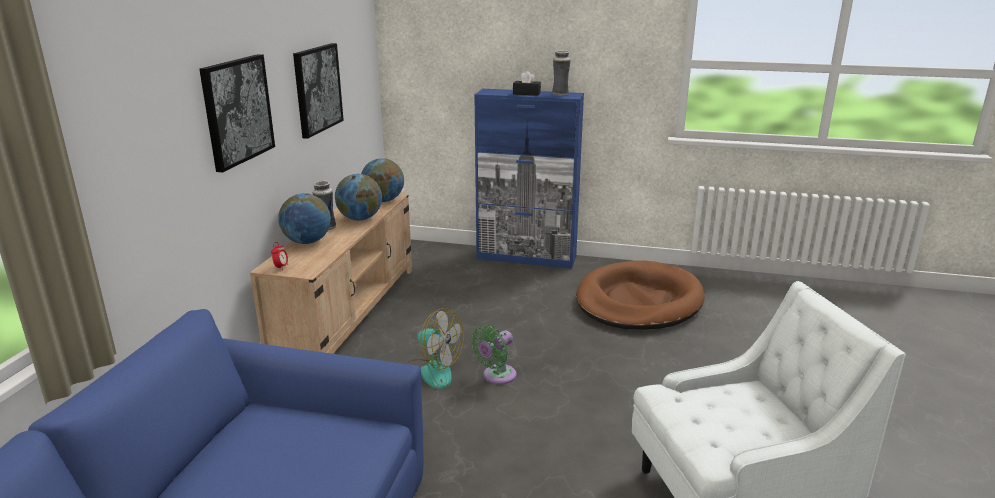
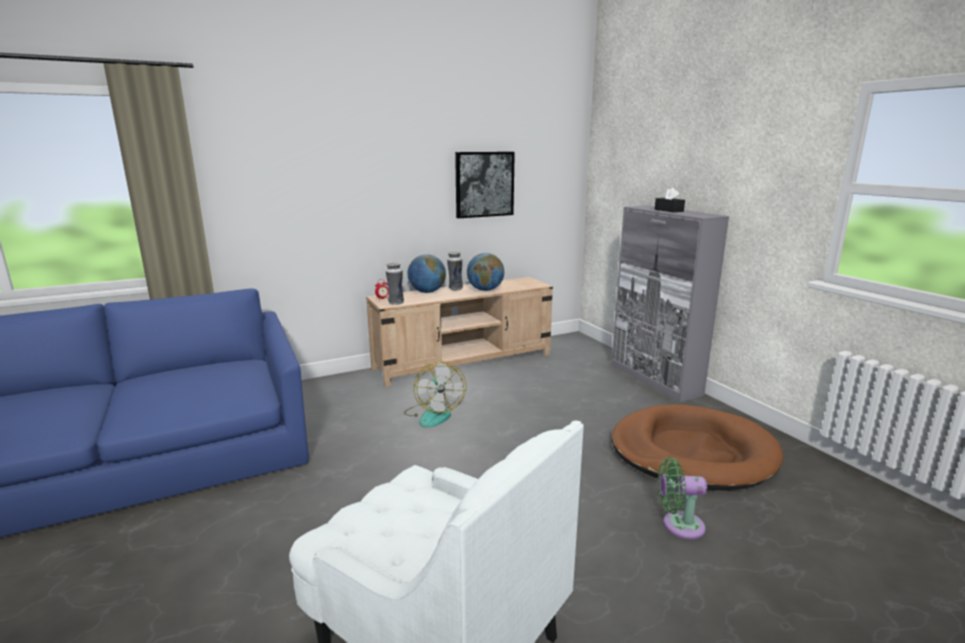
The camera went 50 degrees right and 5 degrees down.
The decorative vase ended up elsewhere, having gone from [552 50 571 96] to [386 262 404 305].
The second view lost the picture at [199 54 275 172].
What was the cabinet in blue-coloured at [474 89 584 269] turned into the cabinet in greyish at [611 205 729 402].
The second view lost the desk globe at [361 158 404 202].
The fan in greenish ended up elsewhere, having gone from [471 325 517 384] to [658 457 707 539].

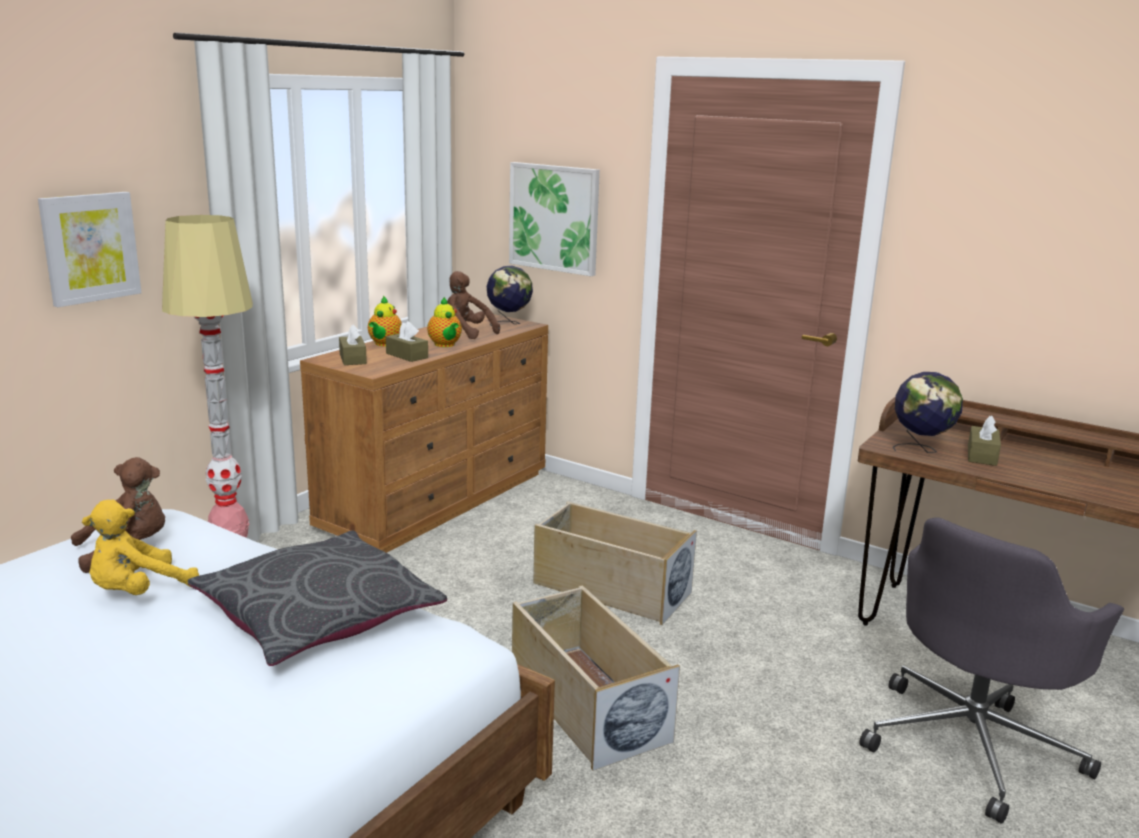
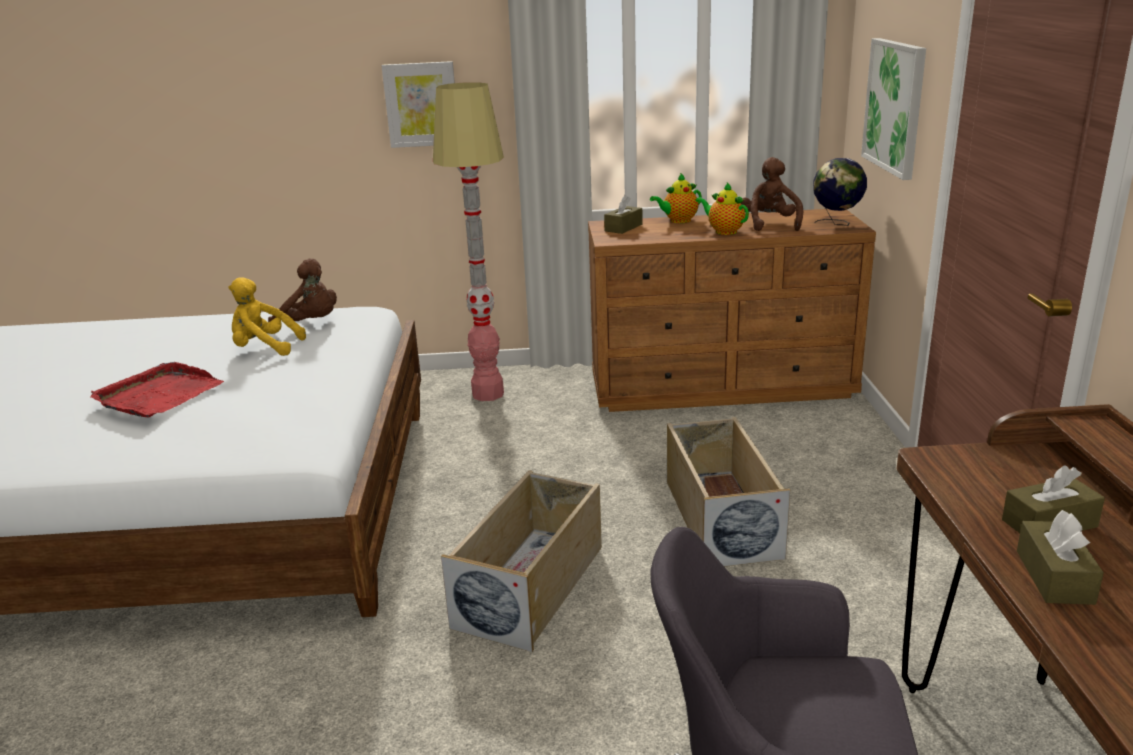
The camera went 55 degrees right and 5 degrees up.
The tea pot at [427 297 462 347] ended up facing another way, 105 degrees clockwise from before.
The box of tissues in brown ended up elsewhere, having gone from [386 321 428 362] to [1017 510 1104 605].
The second view lost the desk globe at [893 372 963 453].
The second view lost the pillow in greyish at [188 530 447 666].
The second view gained the carrying tray in reddish at [91 362 224 418].

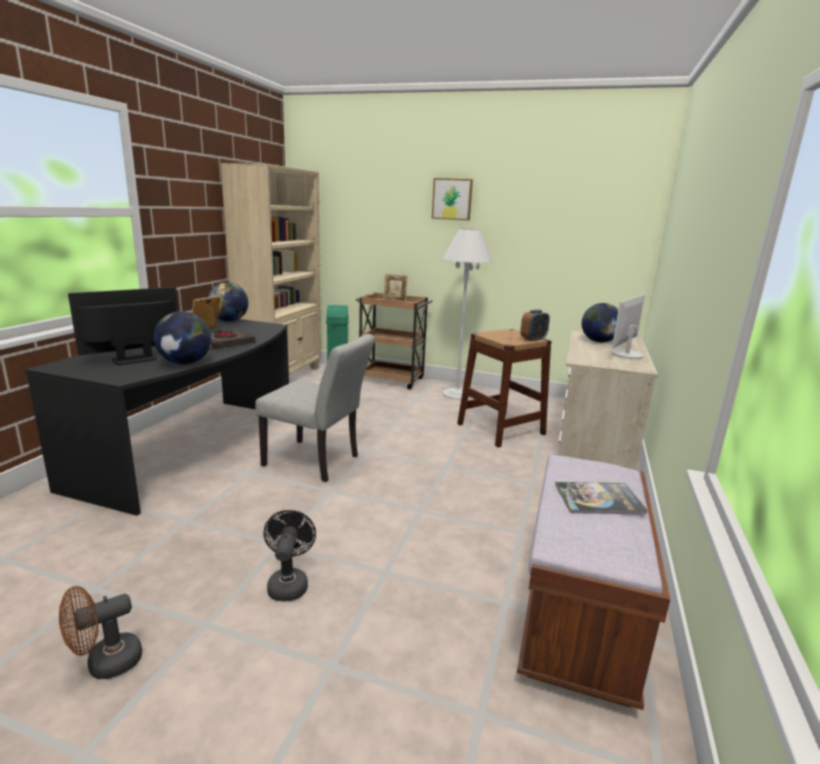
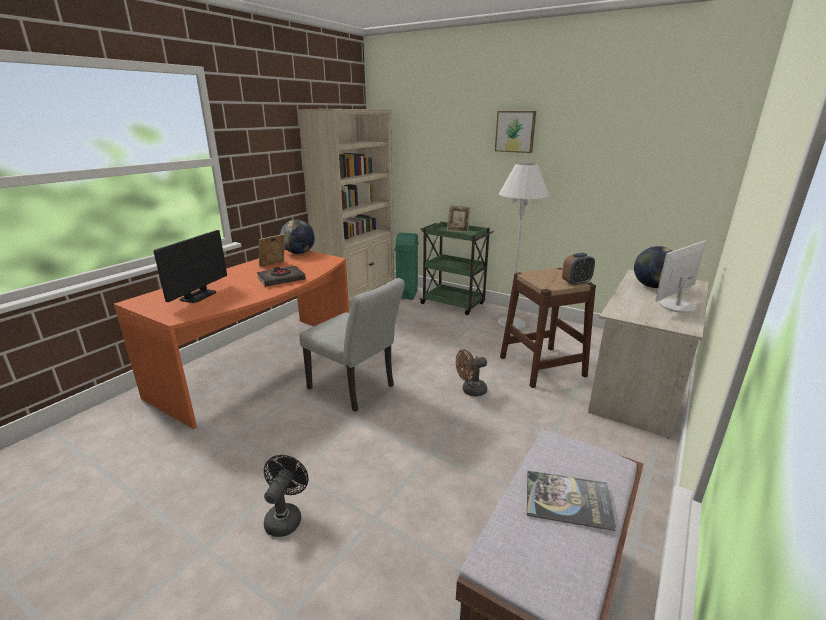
The camera went 15 degrees right and 5 degrees up.
The computer screen at [68 287 178 365] ended up facing another way, 135 degrees clockwise from before.
What was the trolley in brown at [355 292 433 389] turned into the trolley in greenish at [419 221 494 315].
The second view lost the desk globe at [154 311 211 364].
What was the desk unit in blackish at [25 319 289 516] turned into the desk unit in orangey at [114 250 349 429].
The fan in brown ended up elsewhere, having gone from [59 586 142 679] to [456 349 487 397].

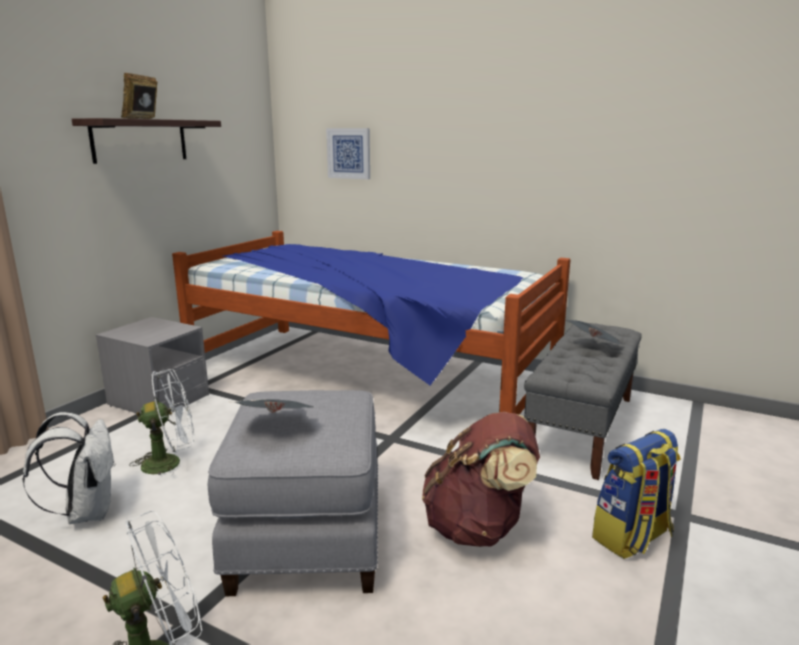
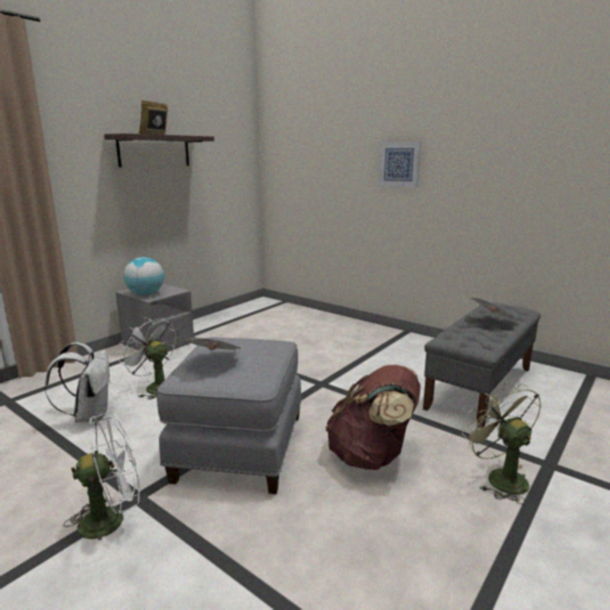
The camera went 10 degrees right and 0 degrees up.
The picture ended up elsewhere, having gone from [326 128 370 179] to [378 141 421 187].
The second view lost the bedroom bed at [172 231 571 415].
The fan in whitish at [129 369 194 479] ended up facing another way, 135 degrees counterclockwise from before.
Where the knapsack stood at [592 429 681 559], the fan in greenish came to stand at [462 382 541 505].
The second view gained the desk globe at [124 257 164 295].

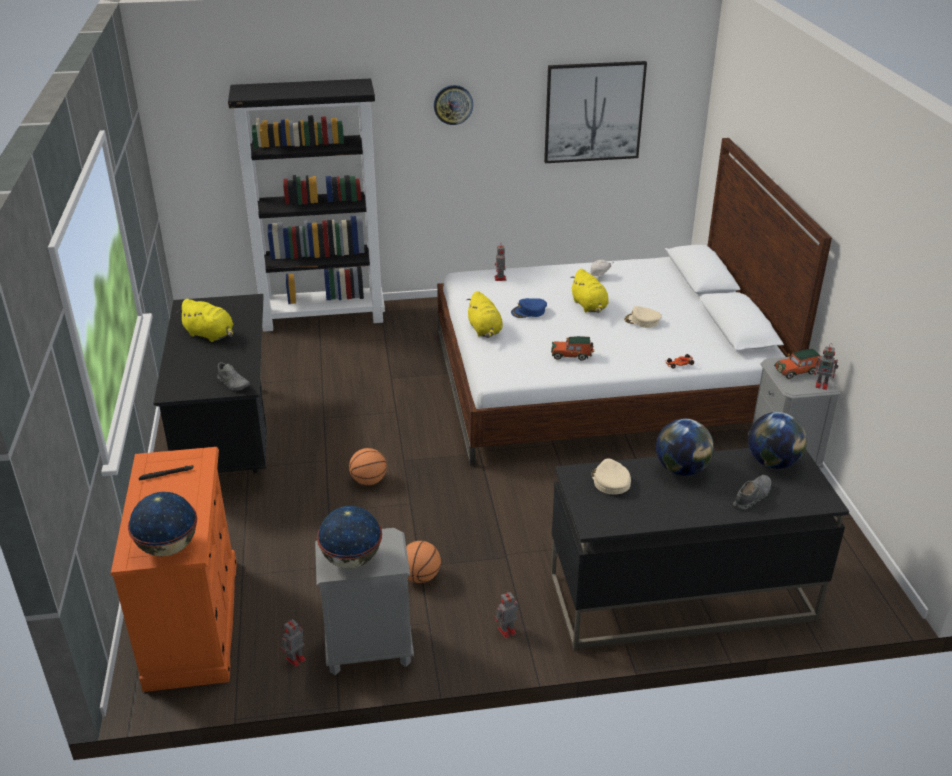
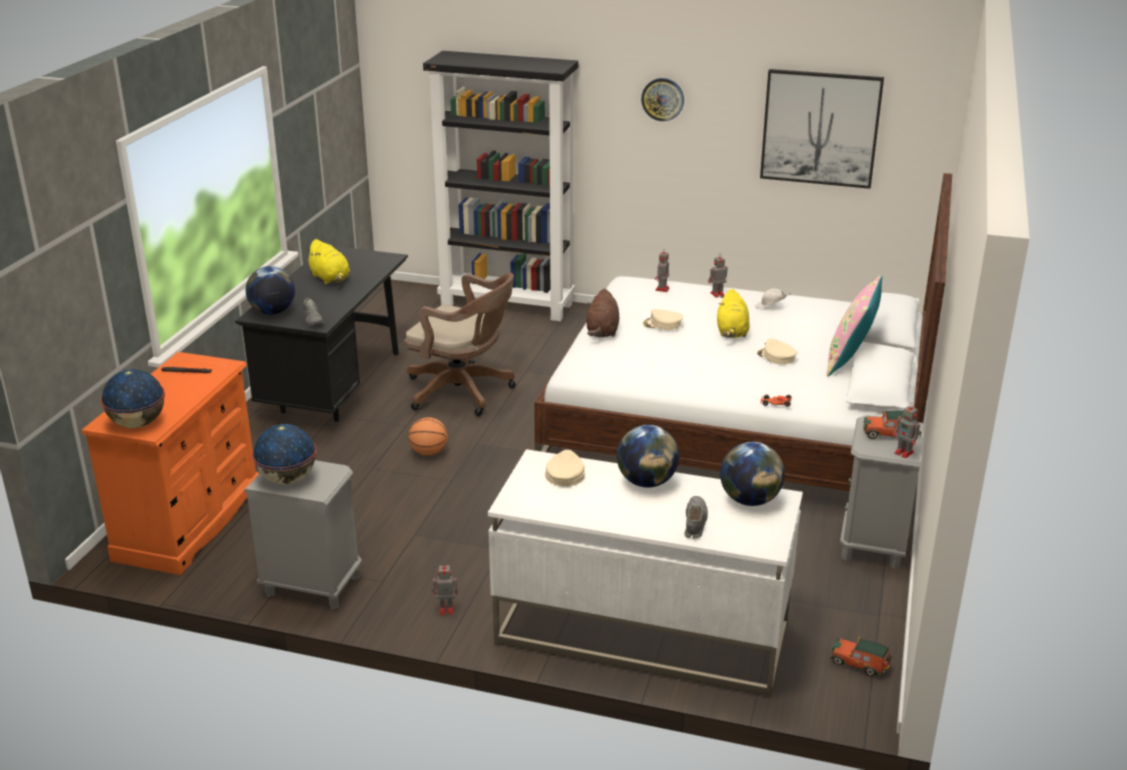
The camera went 25 degrees right and 5 degrees down.
What was the cuddly toy in yellowish at [467 291 503 338] turned into the cuddly toy in brown at [586 289 619 337].
What was the cap in blue-coloured at [511 298 547 318] turned into the cap in beige at [642 309 683 330].
The toy car ended up elsewhere, having gone from [551 336 594 361] to [830 638 892 676].
What was the desk unit in blackish at [551 448 849 650] turned into the desk unit in whitish at [488 449 803 698].
The item of footwear in greyish at [733 475 771 509] ended up facing another way, 60 degrees counterclockwise from before.
The second view lost the basketball at [406 541 441 583].
The toy robot ended up elsewhere, having gone from [281 619 306 667] to [708 253 728 297].
The second view gained the desk globe at [246 266 295 315].
The second view gained the office chair in brown at [404 273 516 416].
The second view gained the pillow in pinkish at [827 276 882 376].

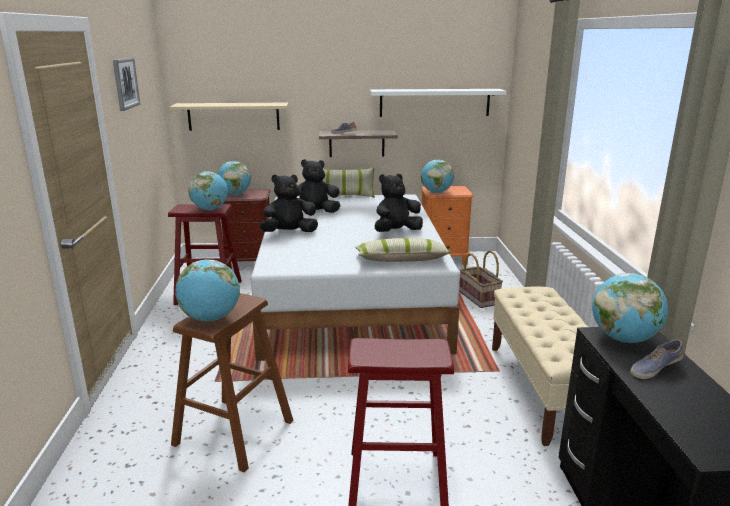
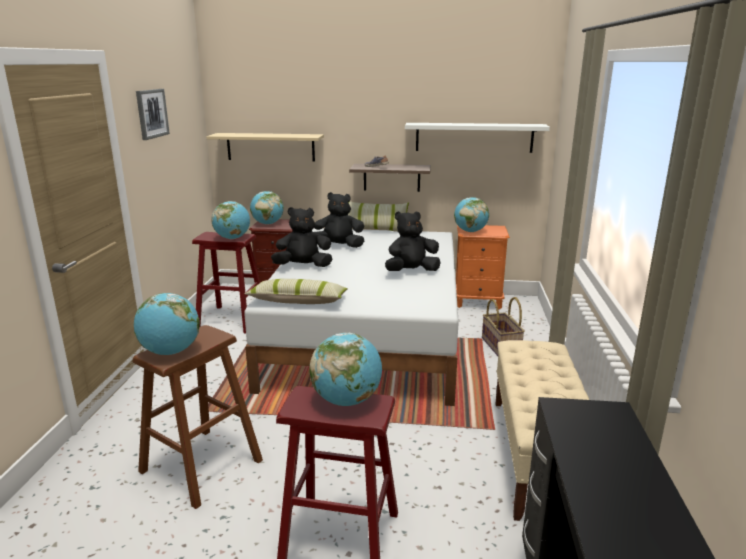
The camera went 10 degrees right and 0 degrees up.
The pillow ended up elsewhere, having gone from [355 238 452 262] to [245 279 348 304].
The desk globe ended up elsewhere, having gone from [592 273 668 343] to [309 332 382 406].
The second view lost the item of footwear at [630 339 683 379].

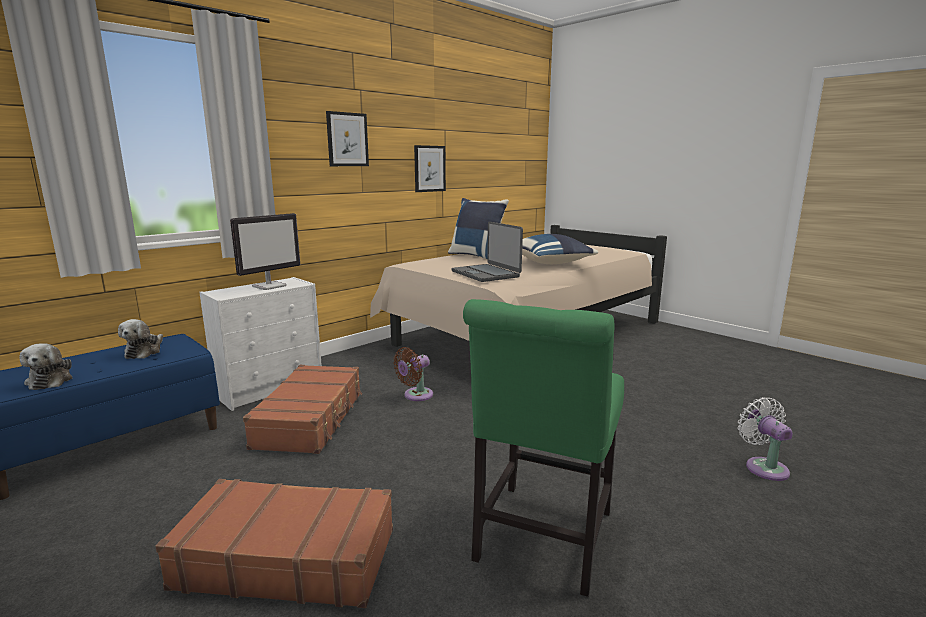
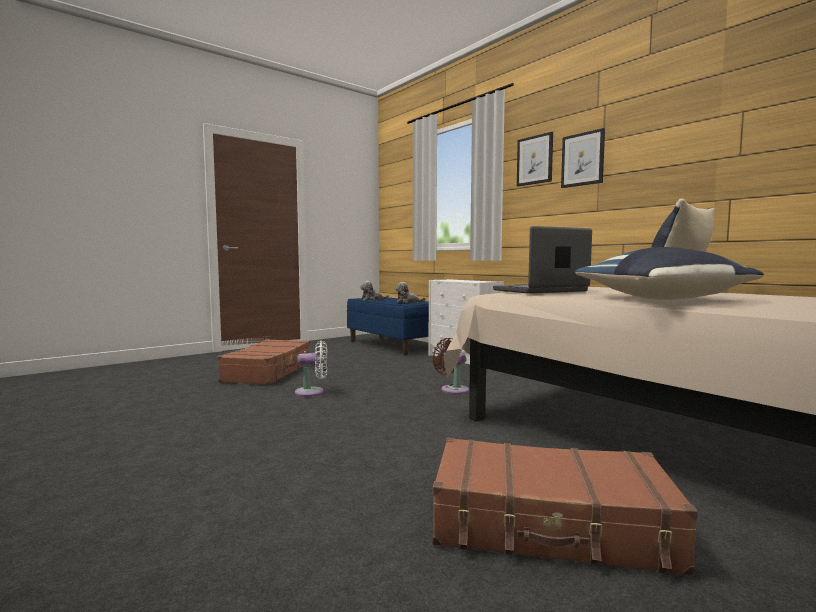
The camera went 95 degrees right and 10 degrees down.
The picture ended up elsewhere, having gone from [414 145 446 192] to [517 132 553 186].
The second view lost the computer screen at [230 213 300 290].
The second view lost the upright chair in greenish at [463 299 624 597].
The piece of luggage in brown ended up elsewhere, having gone from [243 365 362 454] to [433 438 698 576].
The fan in whitish ended up elsewhere, having gone from [738 397 793 481] to [295 340 328 397].

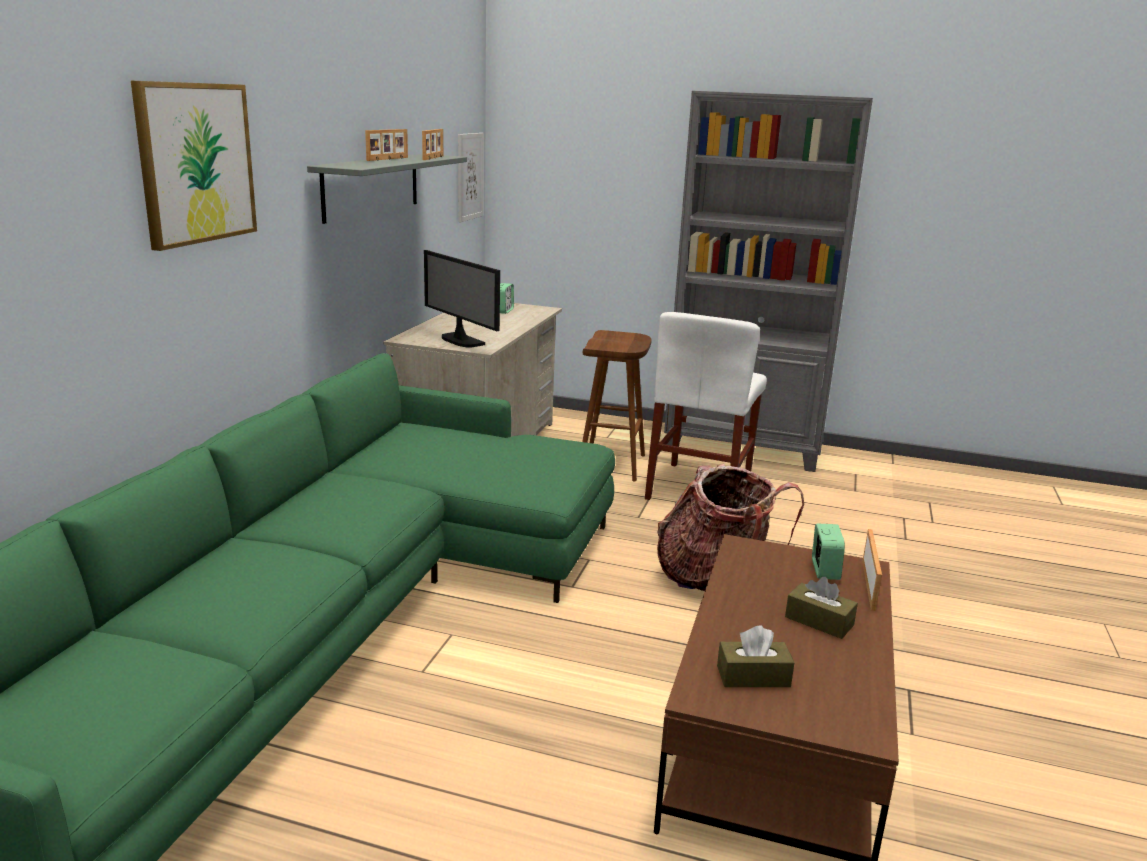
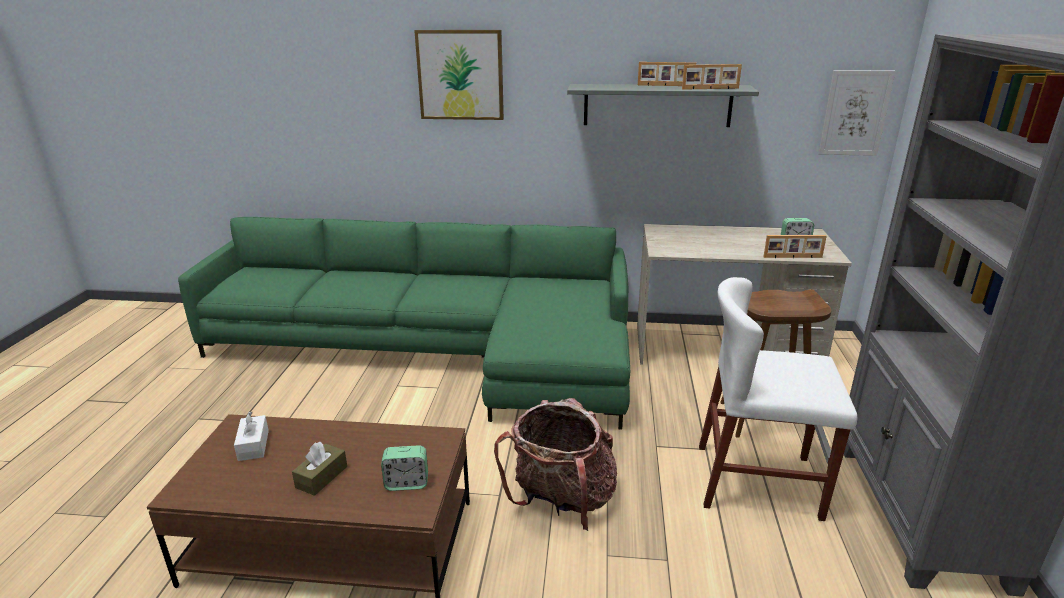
The camera went 80 degrees right and 5 degrees up.
The second view lost the computer screen at [424 250 500 348].
The photo frame ended up elsewhere, having gone from [862 529 882 611] to [764 235 827 258].
What was the box of tissues in brown at [717 626 794 687] turned into the box of tissues in whitish at [234 411 269 461].

